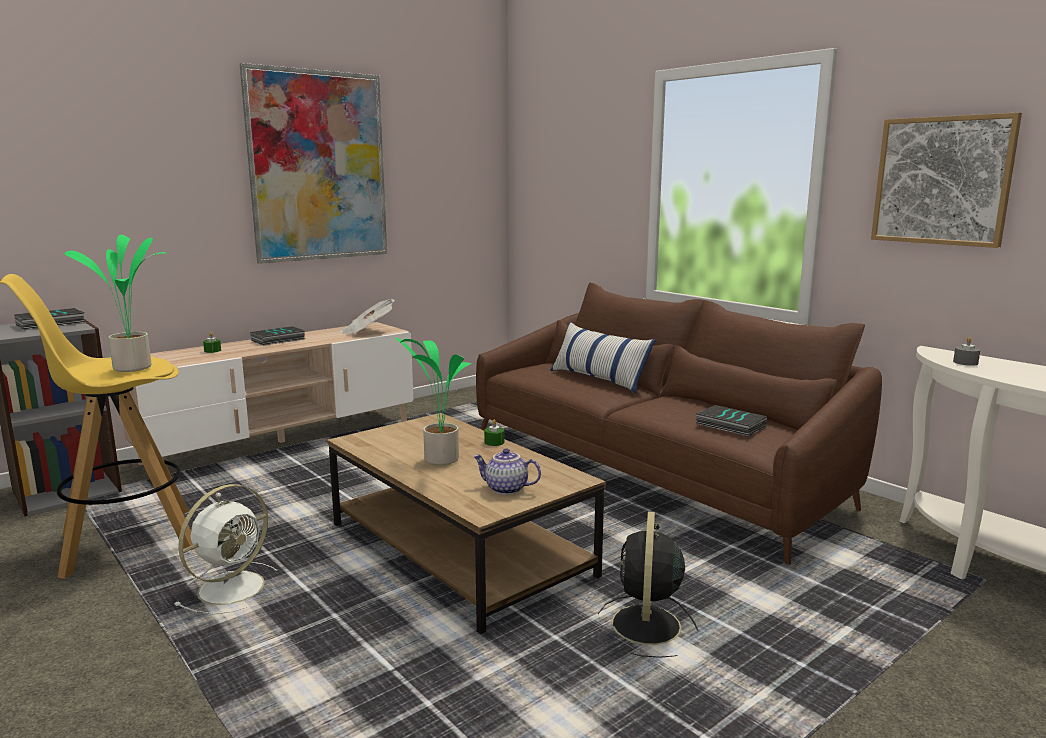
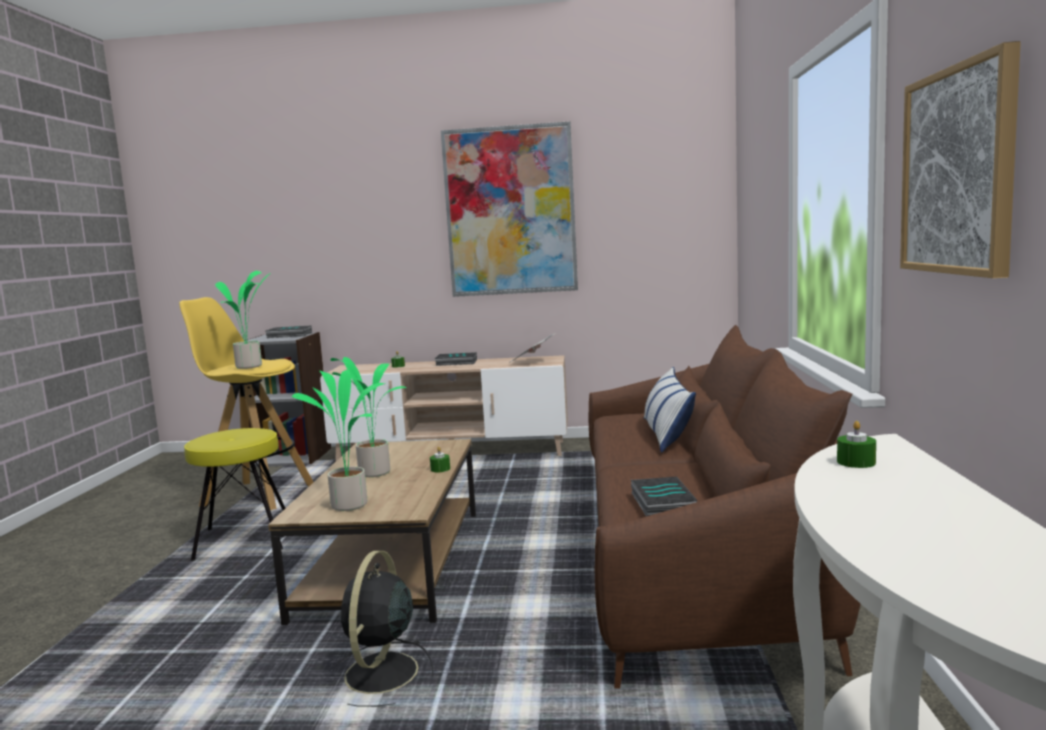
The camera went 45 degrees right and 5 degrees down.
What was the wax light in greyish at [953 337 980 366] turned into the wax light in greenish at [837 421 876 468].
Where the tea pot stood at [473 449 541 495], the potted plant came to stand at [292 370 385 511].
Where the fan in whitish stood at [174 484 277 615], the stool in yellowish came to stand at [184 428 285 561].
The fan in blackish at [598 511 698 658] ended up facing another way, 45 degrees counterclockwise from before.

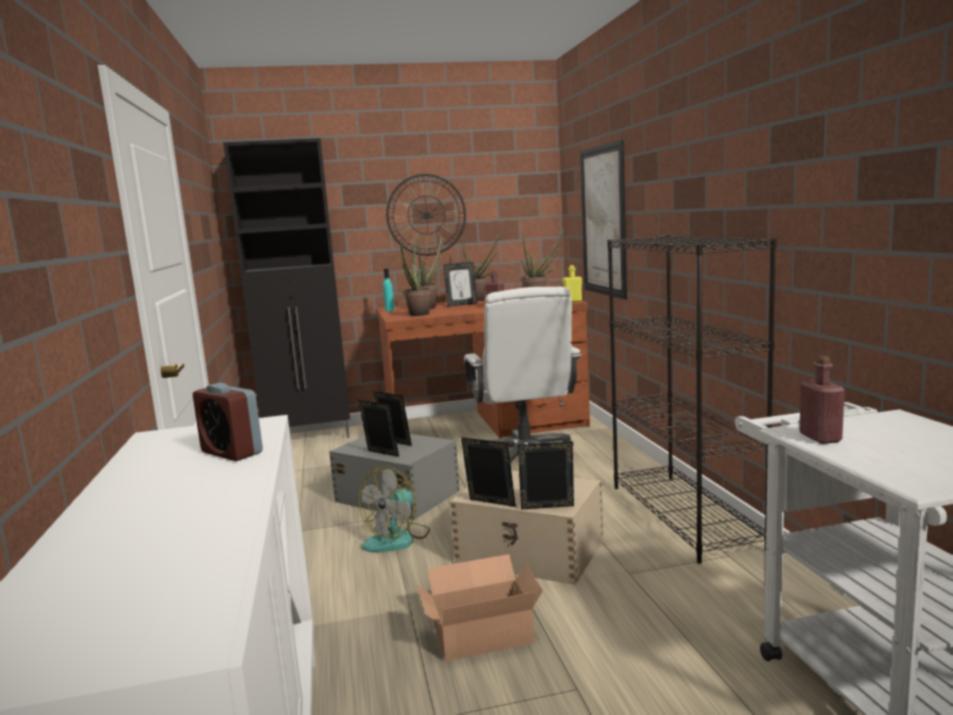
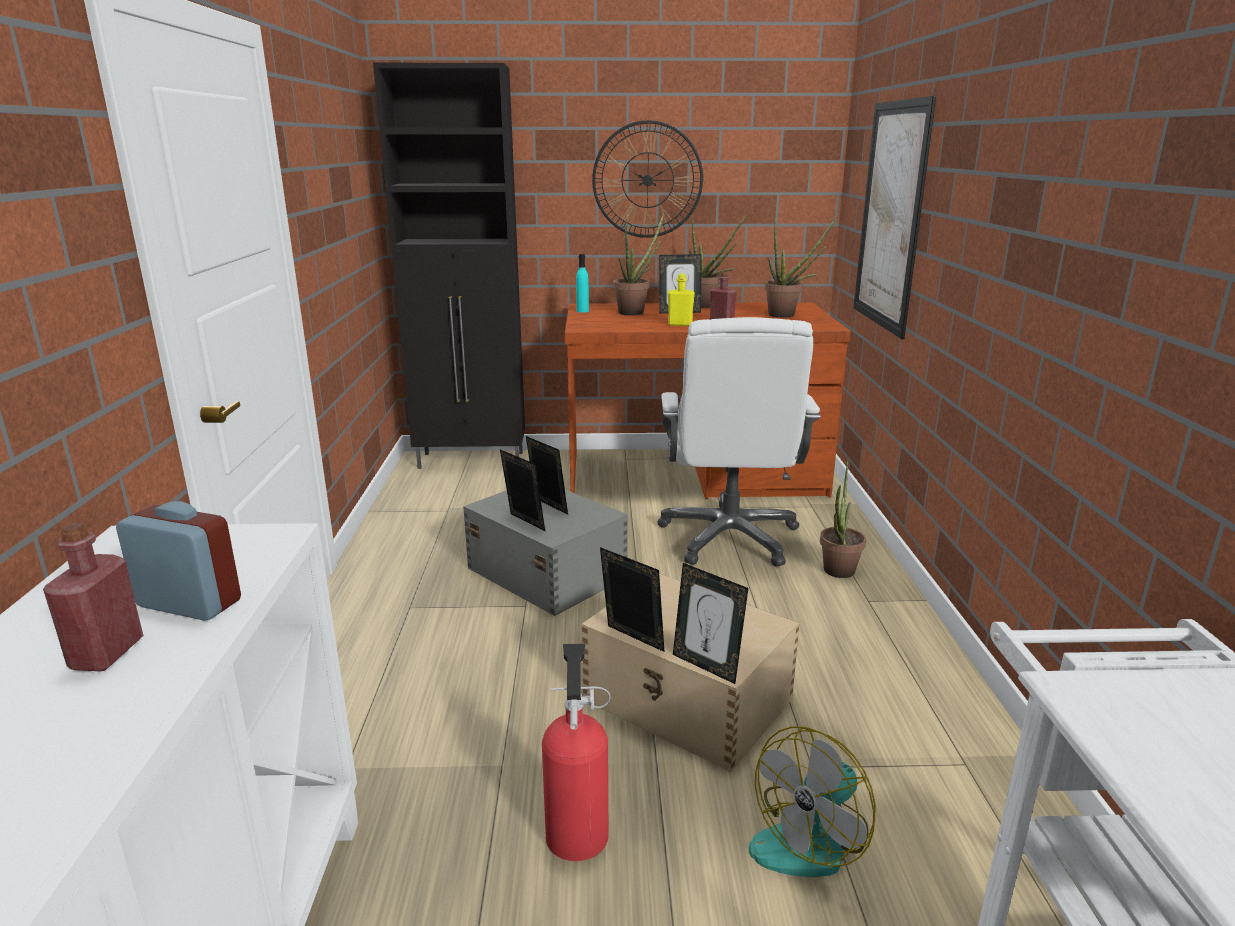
The camera went 10 degrees right and 10 degrees up.
The second view lost the bookcase in blackish at [607 235 776 564].
The potted plant ended up elsewhere, having gone from [400 242 432 316] to [820 461 866 578].
The drink bottle in yellowish ended up elsewhere, having gone from [562 265 582 302] to [668 273 695 326].
The drink bottle in reddish ended up elsewhere, having gone from [799 355 845 444] to [43 523 143 671].
The table clock at [193 383 263 461] ended up facing another way, 150 degrees clockwise from before.
The photo frame at [518 441 574 510] ended up facing another way, 150 degrees counterclockwise from before.
The fan ended up elsewhere, having gone from [359 466 430 552] to [749 726 876 877].
Where the packing box stood at [417 554 543 661], the fire extinguisher came to stand at [542 643 611 861].

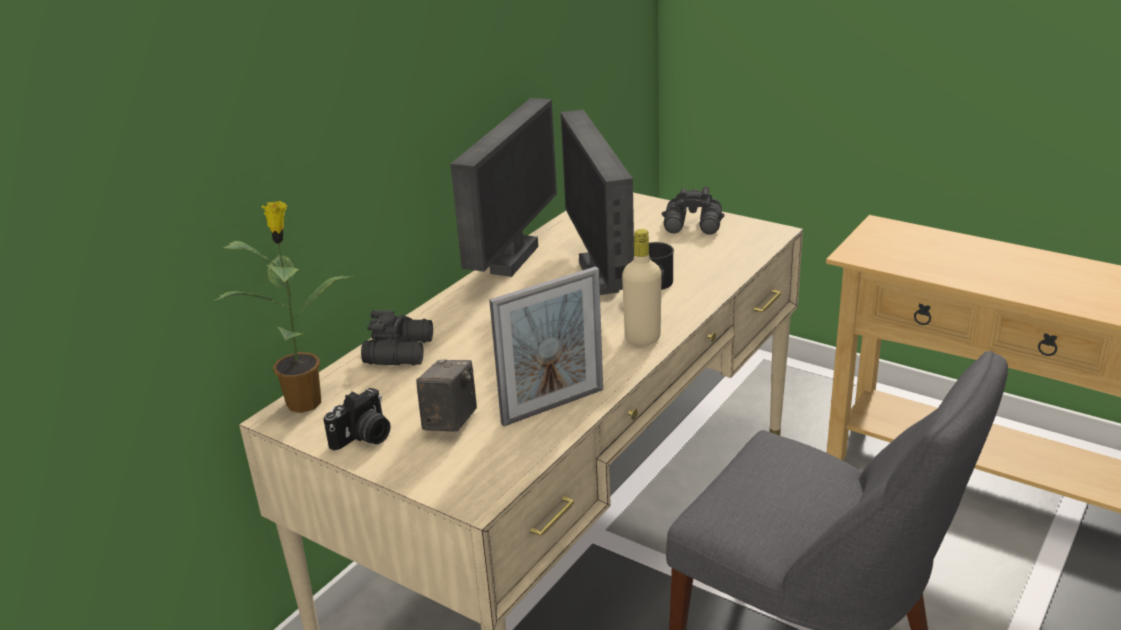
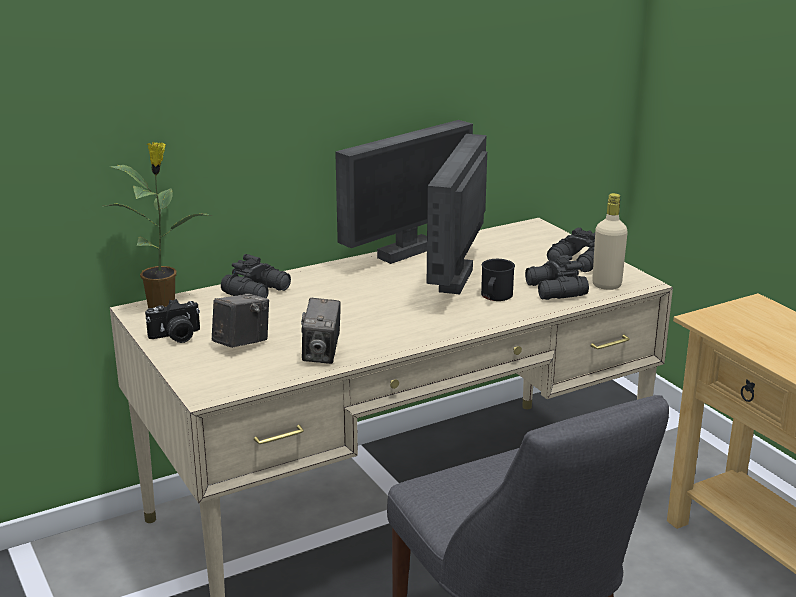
The camera went 25 degrees right and 5 degrees down.
The drink bottle in beige ended up elsewhere, having gone from [622 229 662 346] to [592 193 628 290].
Where the photo frame stood at [489 266 603 426], the still camera came to stand at [301 298 341 364].
The second view gained the field glasses in blackish at [525 255 589 300].

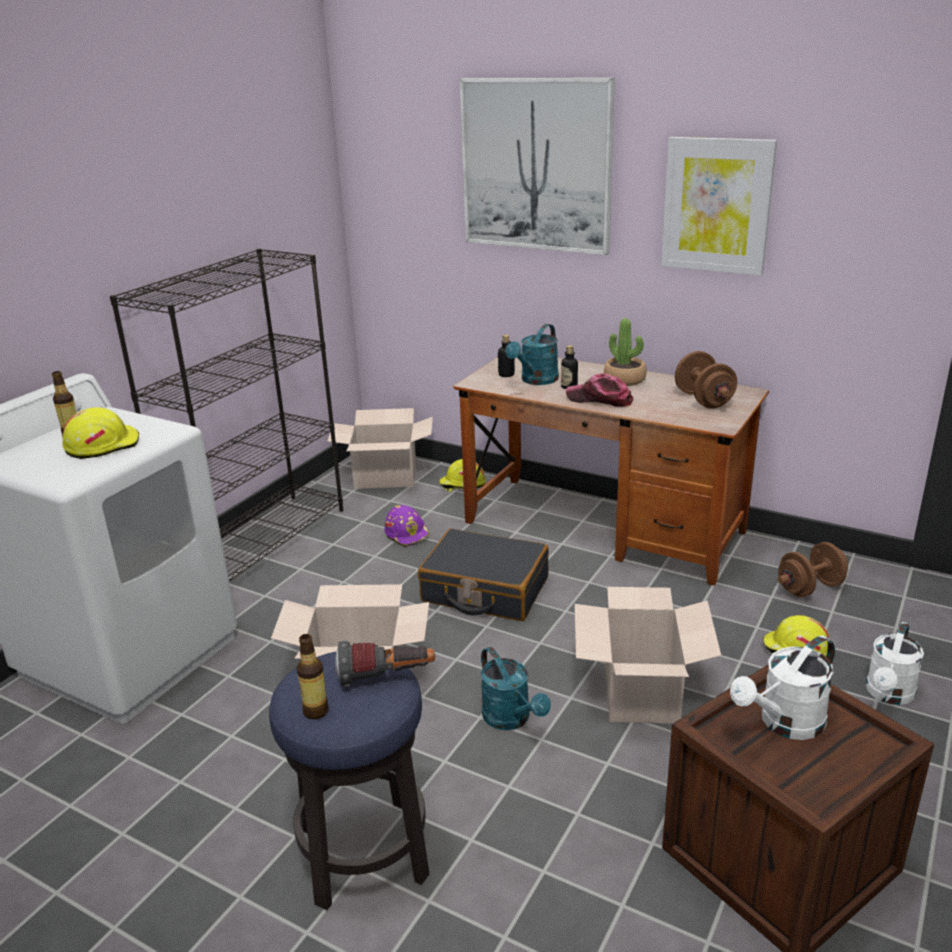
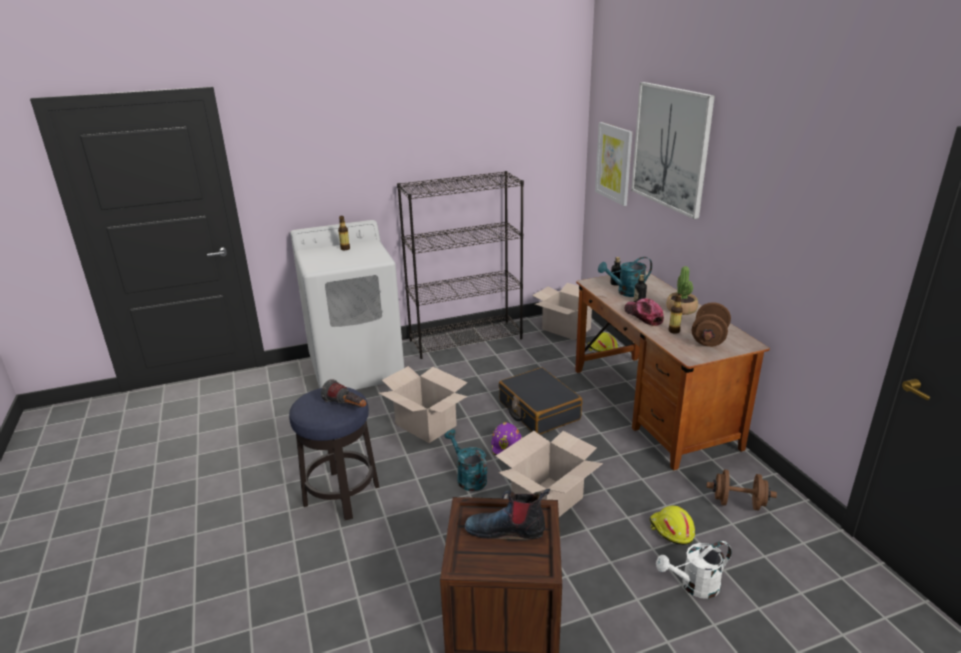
The camera went 40 degrees right and 0 degrees up.
The picture ended up elsewhere, having gone from [661 137 777 276] to [595 122 633 206].
The second view lost the work helmet in yellowish at [62 407 139 459].
The work helmet in purple-coloured ended up elsewhere, having gone from [384 505 429 547] to [491 422 522 455].
The drink bottle ended up elsewhere, having gone from [297 634 329 719] to [668 293 683 334].
Where the watering pot in whitish stood at [730 635 835 740], the boot came to stand at [465 489 550 540].
The watering pot in turquoise at [481 647 551 730] ended up facing another way, 135 degrees clockwise from before.

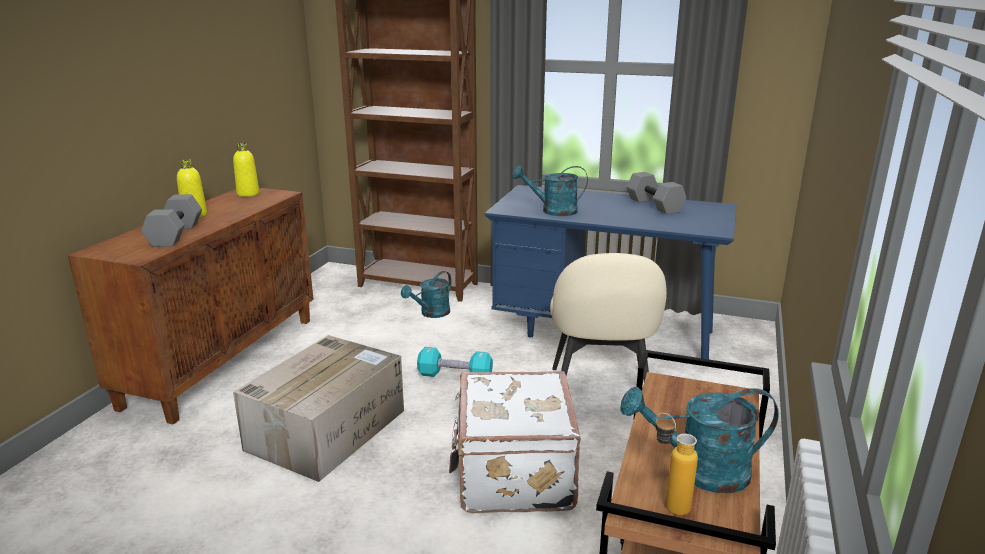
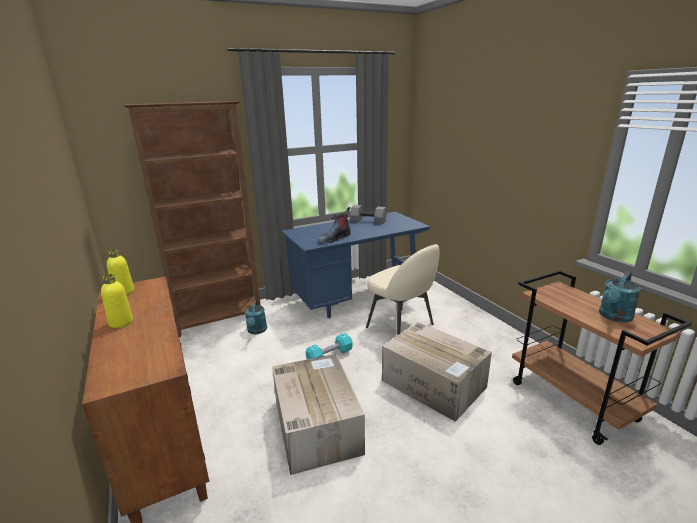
The camera went 45 degrees left and 0 degrees up.
Where the watering pot in turquoise stood at [512 166 588 216], the boot came to stand at [318 207 351 243].
The second view lost the dumbbell in greyish at [141 194 202 247].
Where the piece of luggage in whitish stood at [449 371 581 513], the packing box came to stand at [382 322 492 422].
The second view lost the drink bottle at [656 413 698 516].

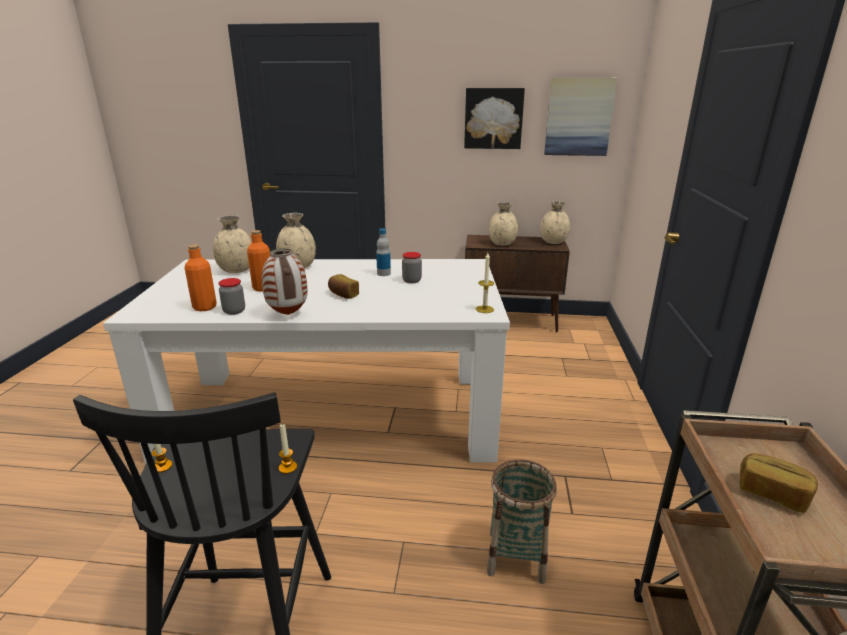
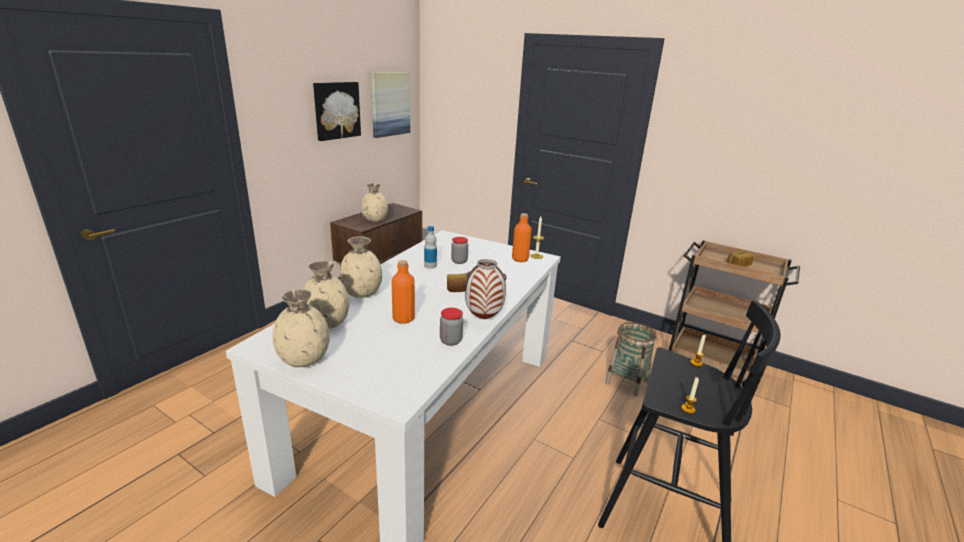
The camera went 65 degrees left and 0 degrees up.
The decorative vase in beige ended up elsewhere, having gone from [540 201 570 244] to [272 289 330 367].
The drink bottle in orangey ended up elsewhere, having gone from [185 245 217 311] to [512 213 532 262].

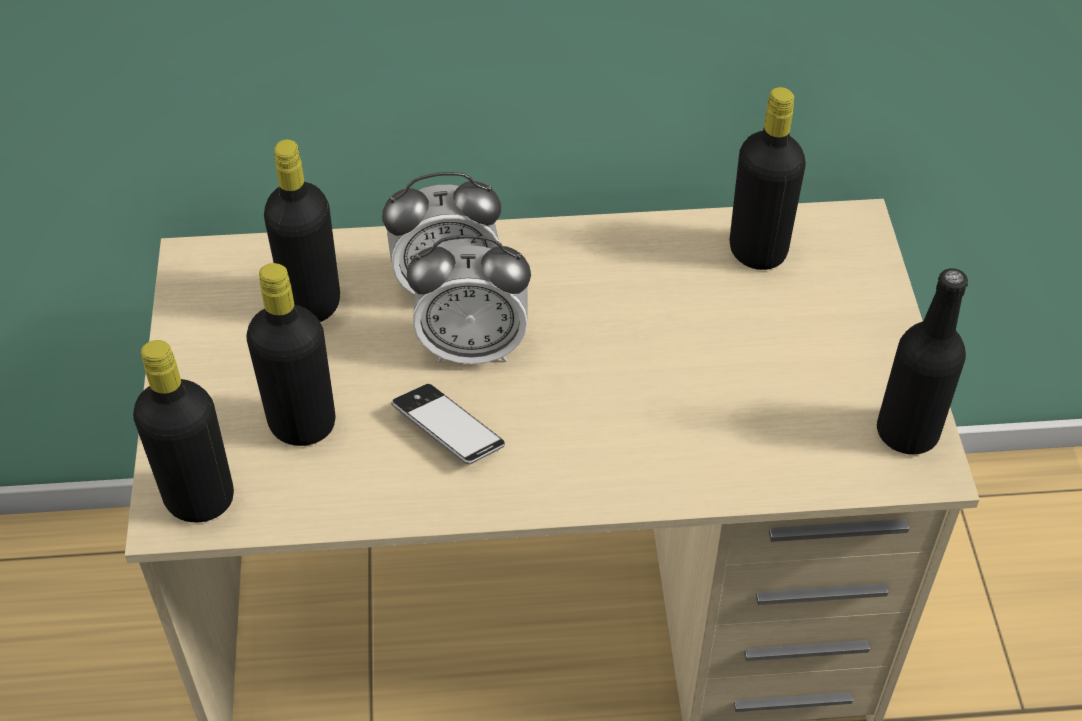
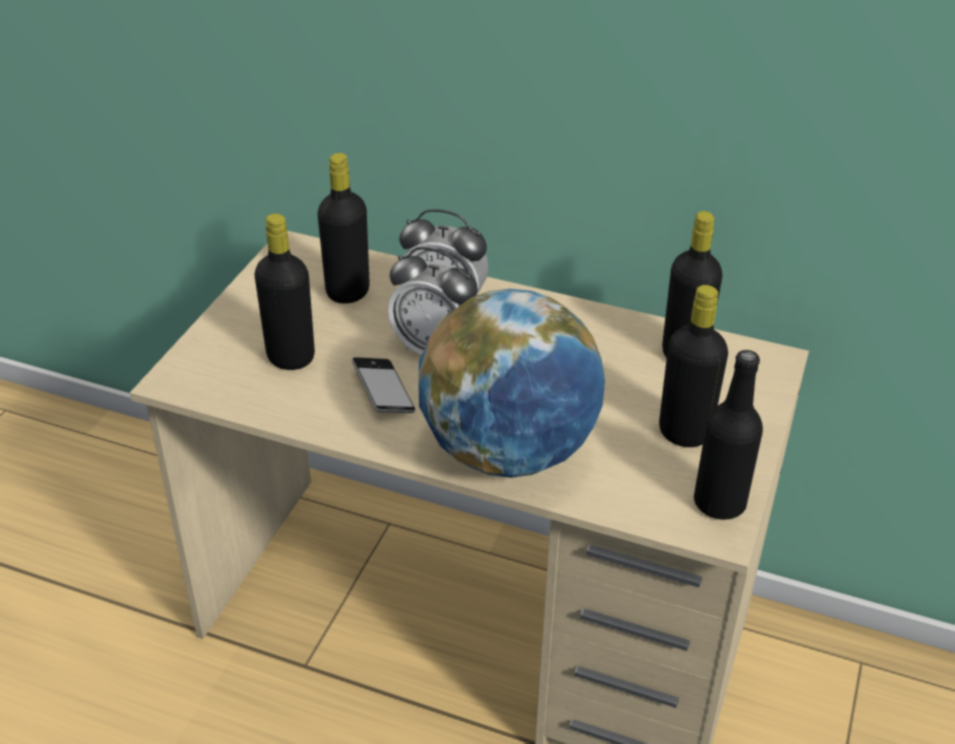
The camera went 25 degrees right and 10 degrees down.
The drink bottle in blackish ended up elsewhere, having gone from [133 340 234 522] to [659 285 728 447].
The second view gained the desk globe at [418 289 605 478].

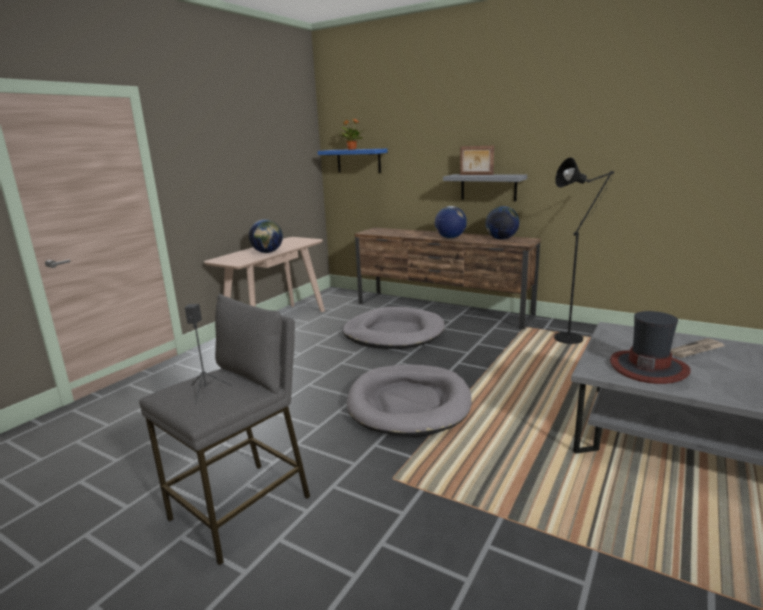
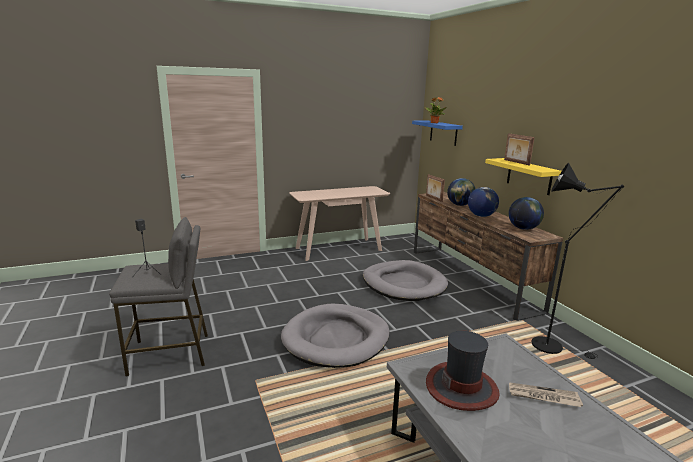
The camera went 35 degrees right and 0 degrees up.
What was the bracket shelf in greyish at [443 174 527 201] turned into the bracket shelf in yellowish at [485 158 562 195].
The desk globe ended up elsewhere, having gone from [249 219 283 253] to [447 178 476 206].
The second view gained the photo frame at [426 174 445 202].

